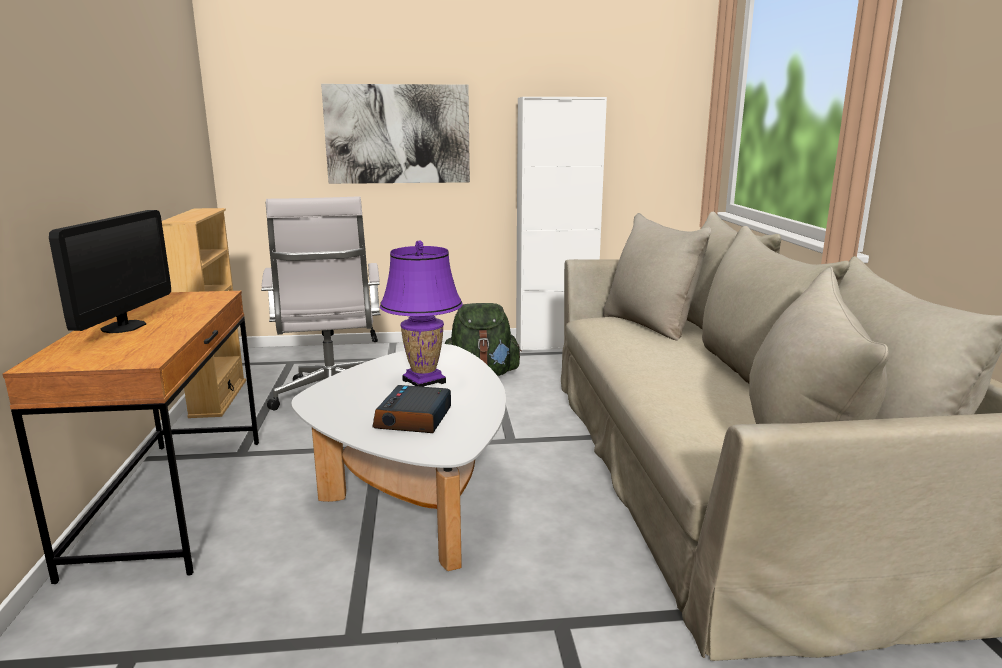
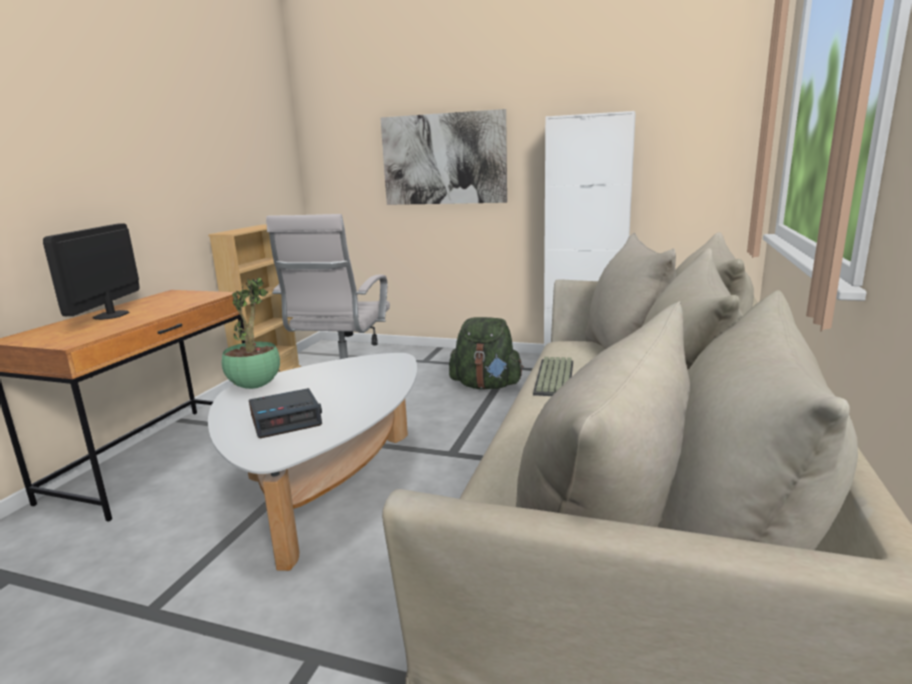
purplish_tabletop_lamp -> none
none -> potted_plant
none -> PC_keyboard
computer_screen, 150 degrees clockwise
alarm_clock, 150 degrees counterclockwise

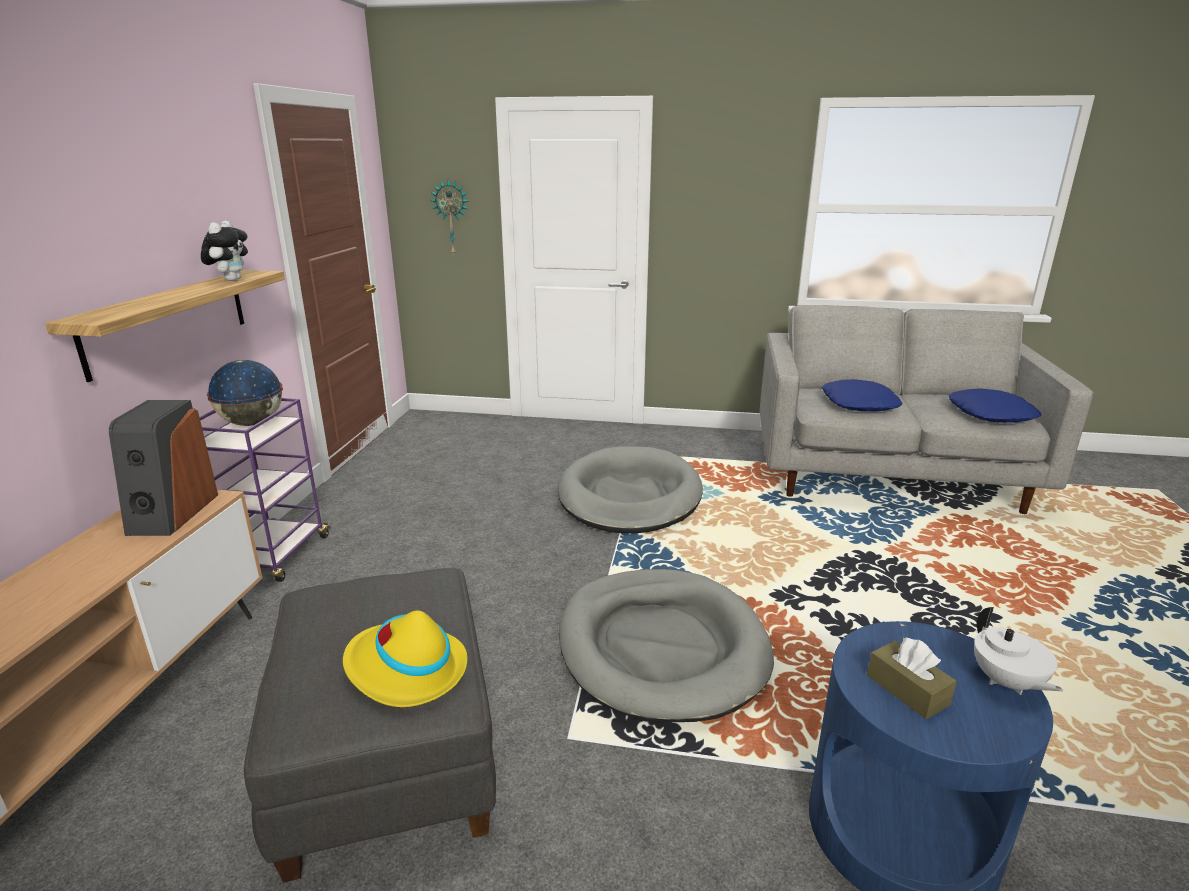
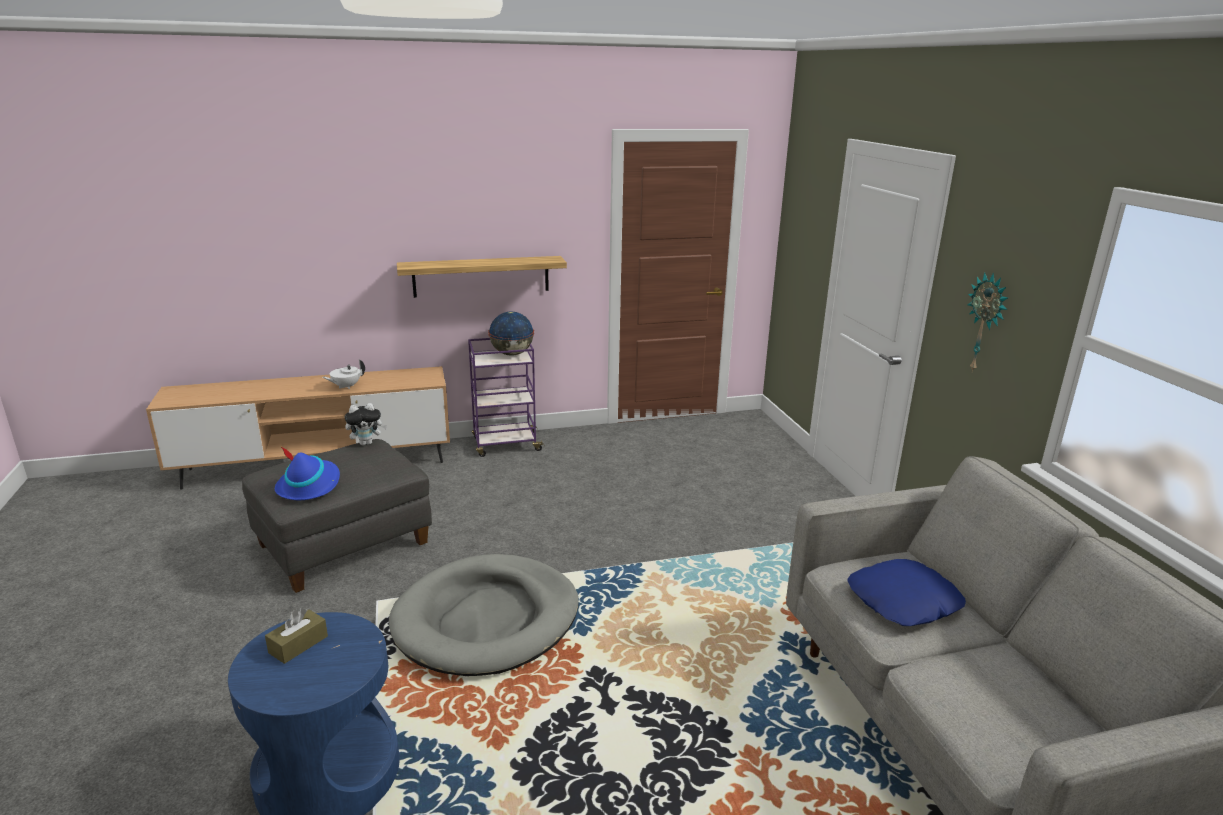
loudspeaker -> none
gray_pet_bed (1st from left) -> none
blue_throw_pillow (2nd from left) -> none
cuddly_toy, moved
wall_clock, moved
white-coloured_teapot, moved
yellow-coloured_clothing_hat -> blue_clothing_hat

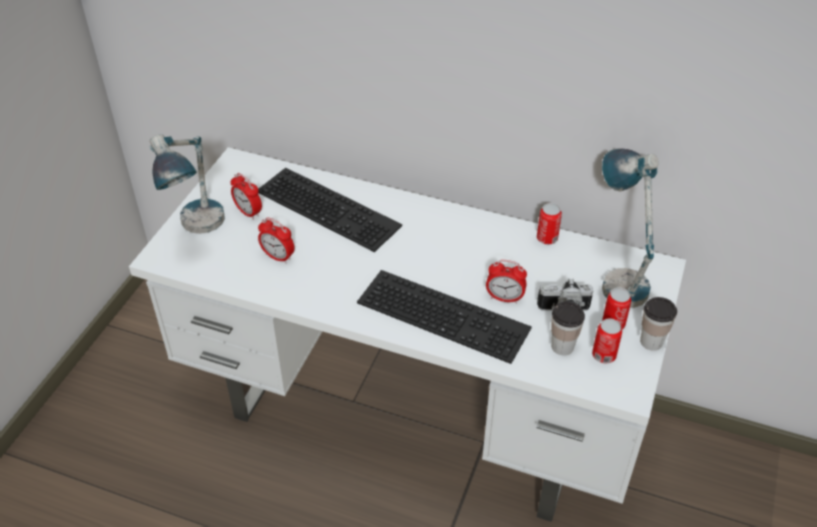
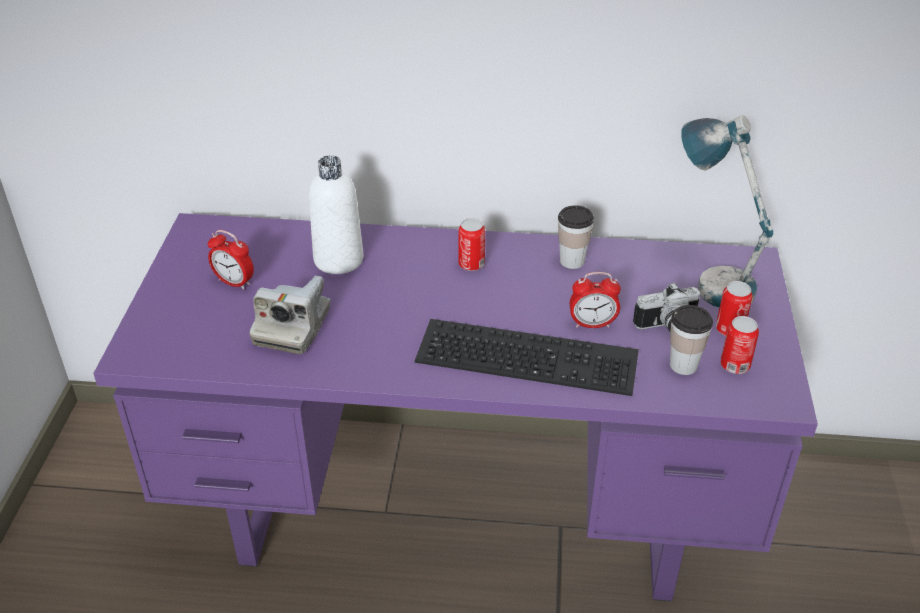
tabletop_lamp (1st from left) -> none
metal_can (1st from left), moved
drinking_cup (2nd from left in the first image) -> drinking_cup (1st from left), moved
PC_keyboard (1st from left) -> white-coloured_bottle
alarm_clock (2nd from left) -> still_camera (1st from left)
white-coloured_desk_unit -> purplish_desk_unit

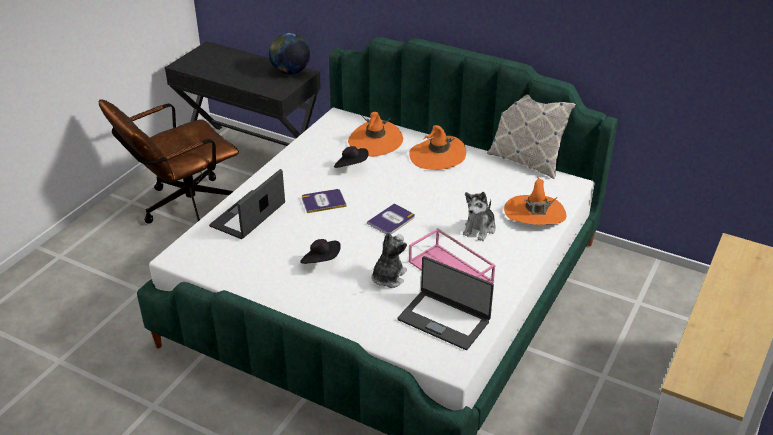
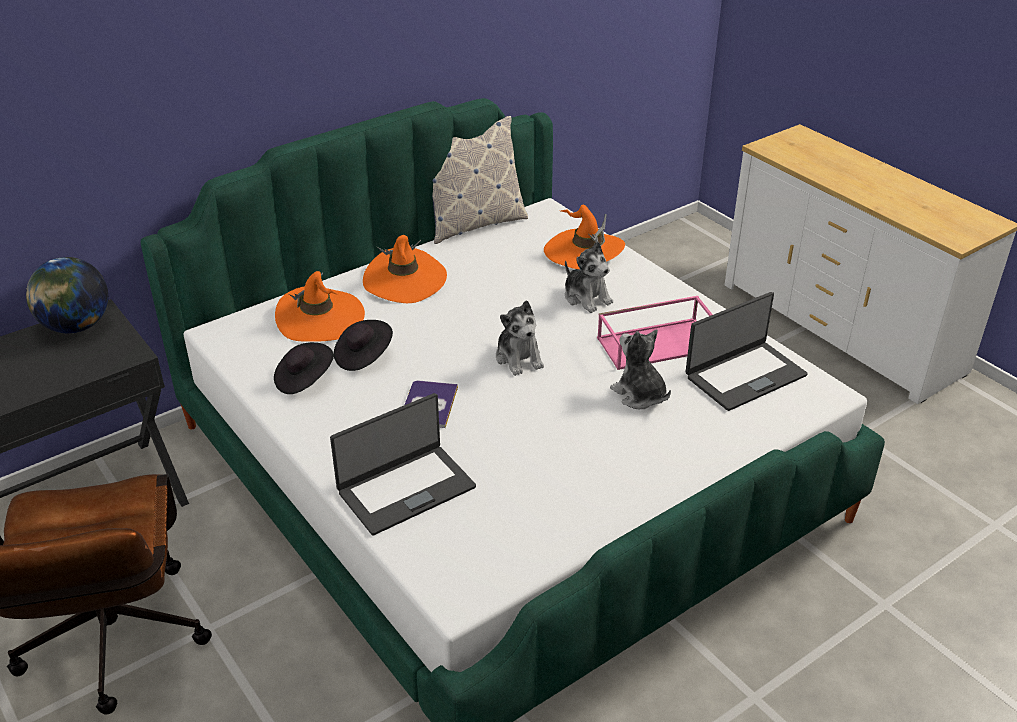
blackish_clothing_hat (1st from left), moved
book (2nd from left) -> cuddly_toy (1st from left)
laptop (1st from left), 90 degrees counterclockwise

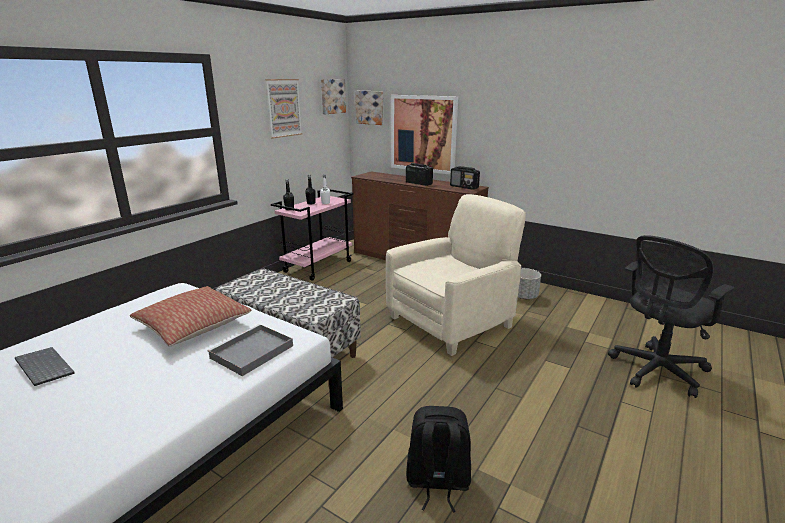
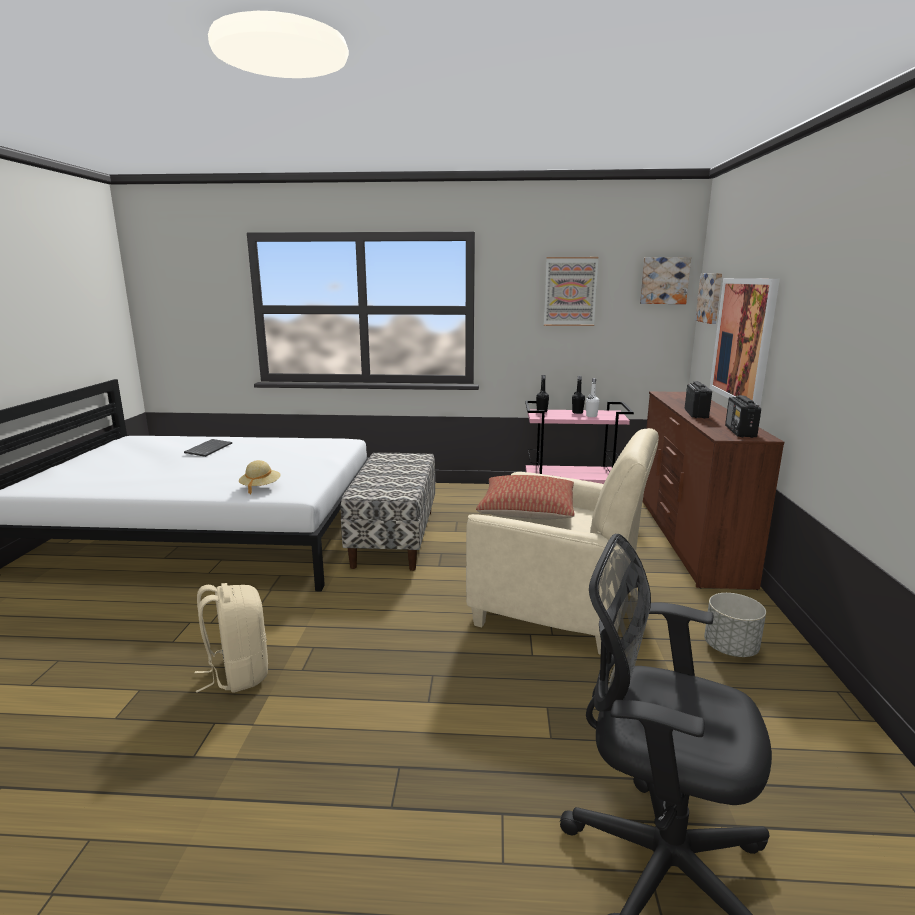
throw_pillow, moved
gray_serving_tray -> beige_clothing_hat
blackish_backpack -> beige_backpack

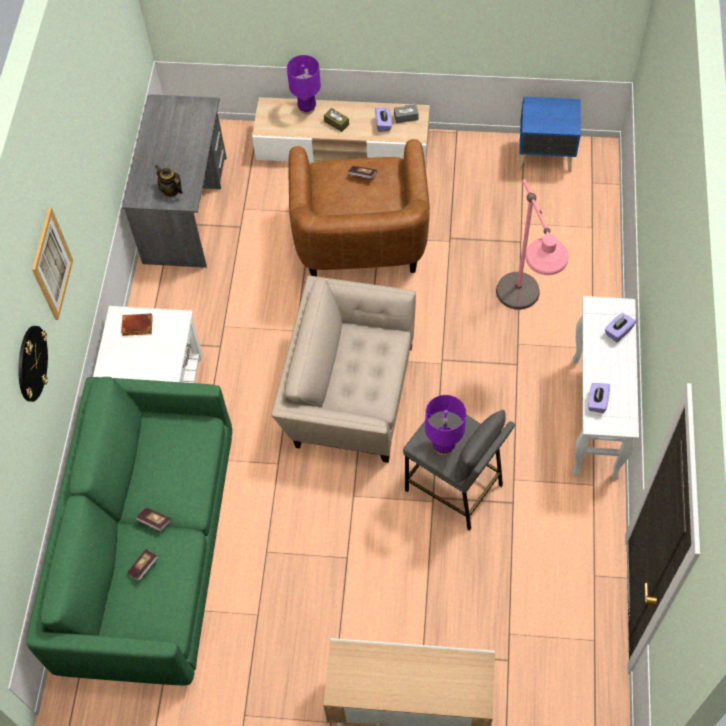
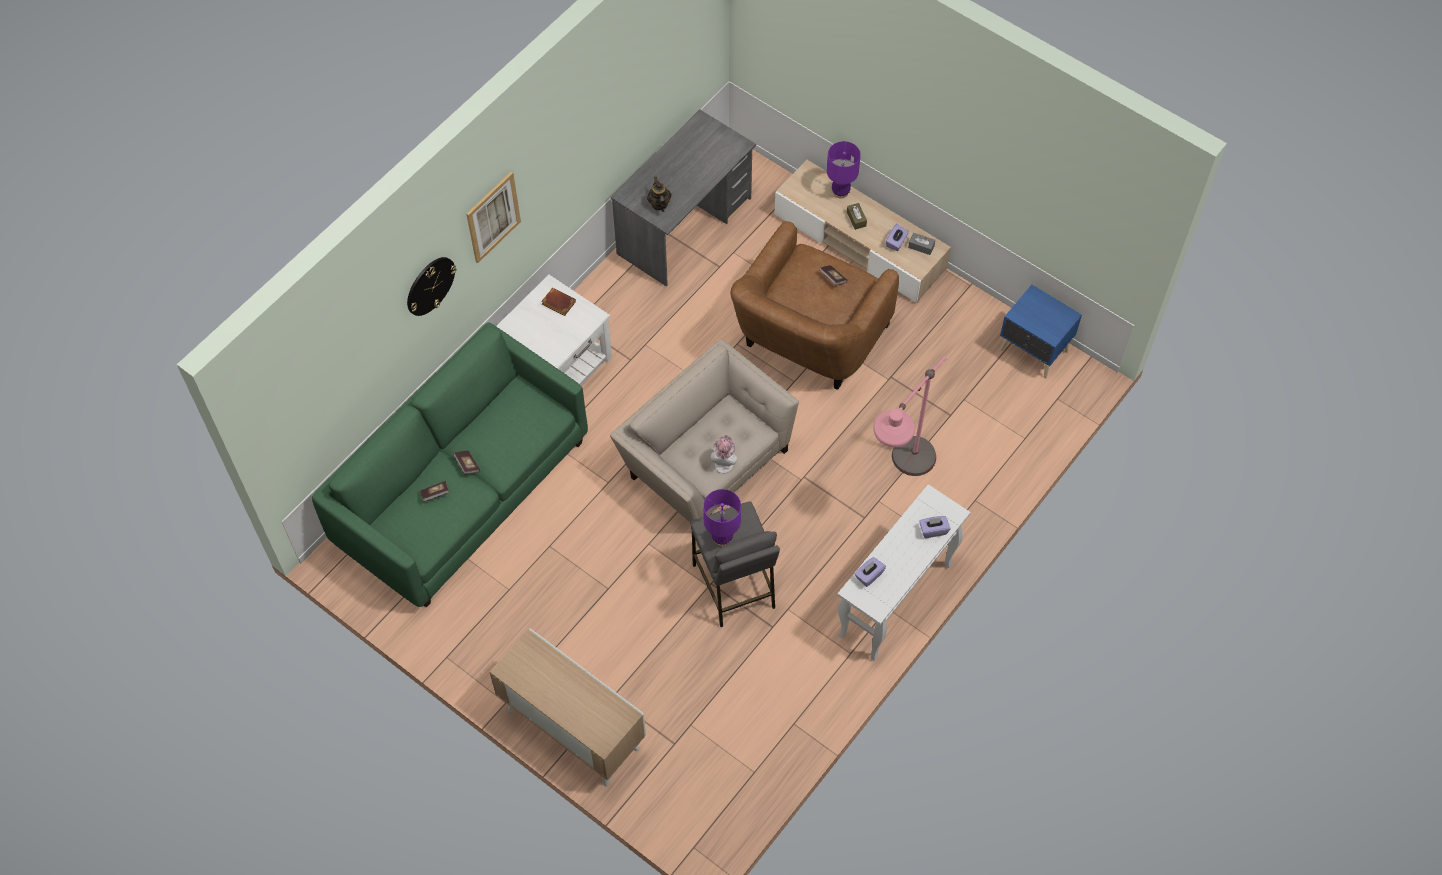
none -> clothing_hat

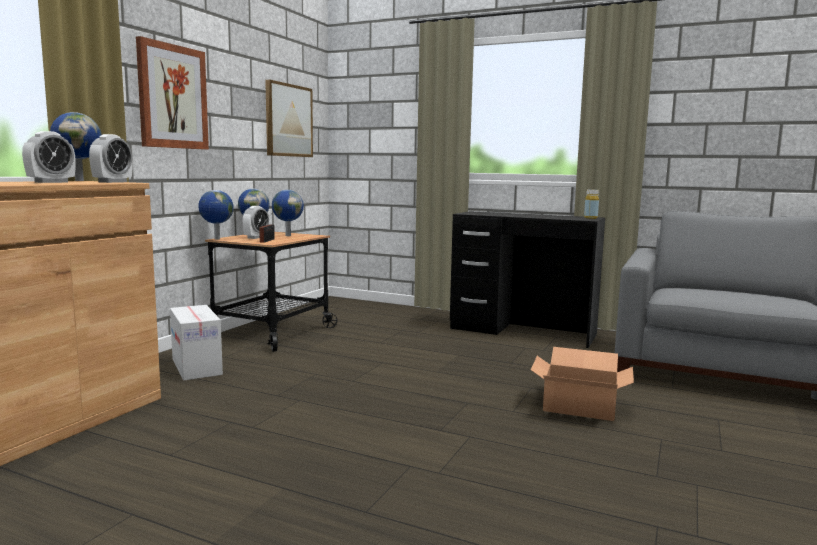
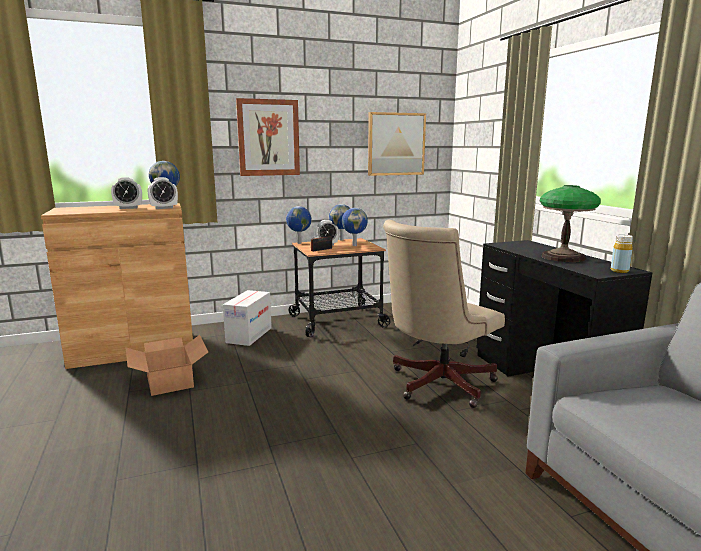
none -> beige_office_chair
none -> tabletop_lamp
carton (2nd from left in the first image) -> carton (1st from left), moved

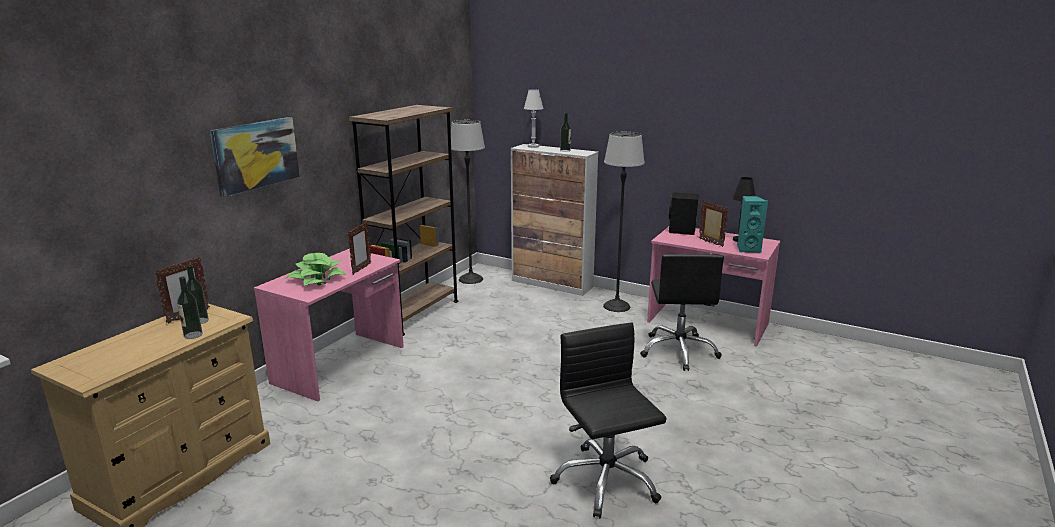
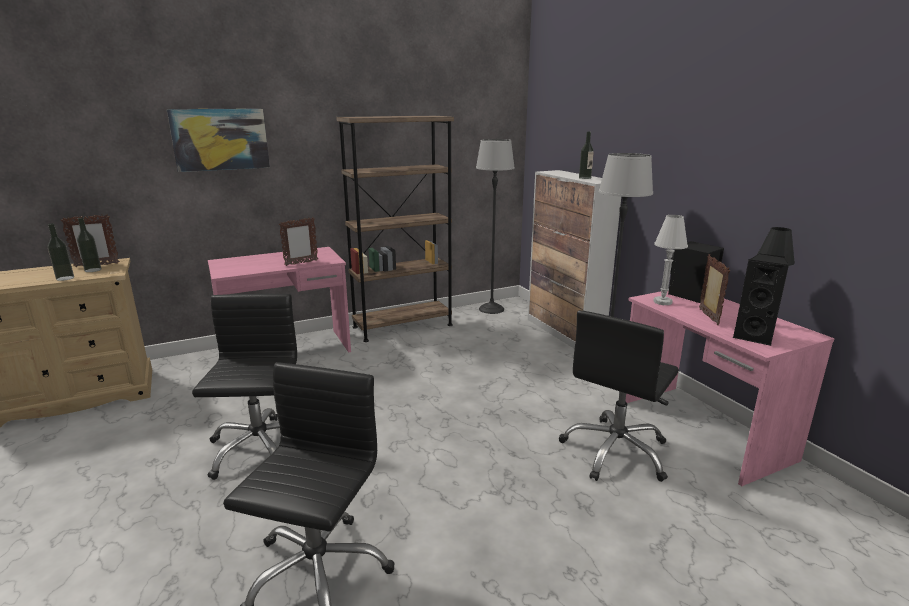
potted_plant -> none
none -> blackish_office_chair (1st from left)
white-coloured_tabletop_lamp, moved
blue-green_loudspeaker -> blackish_loudspeaker (2nd from left)

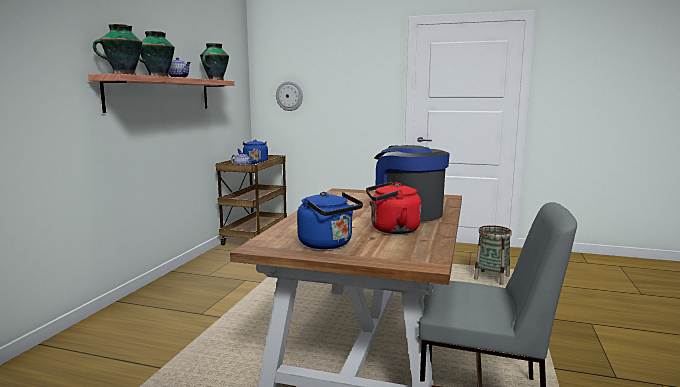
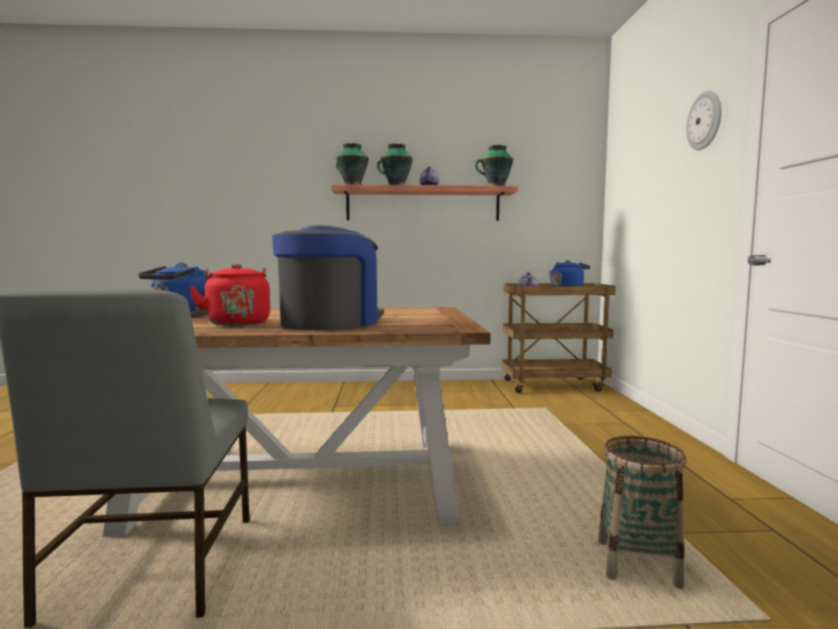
wall_clock, moved

